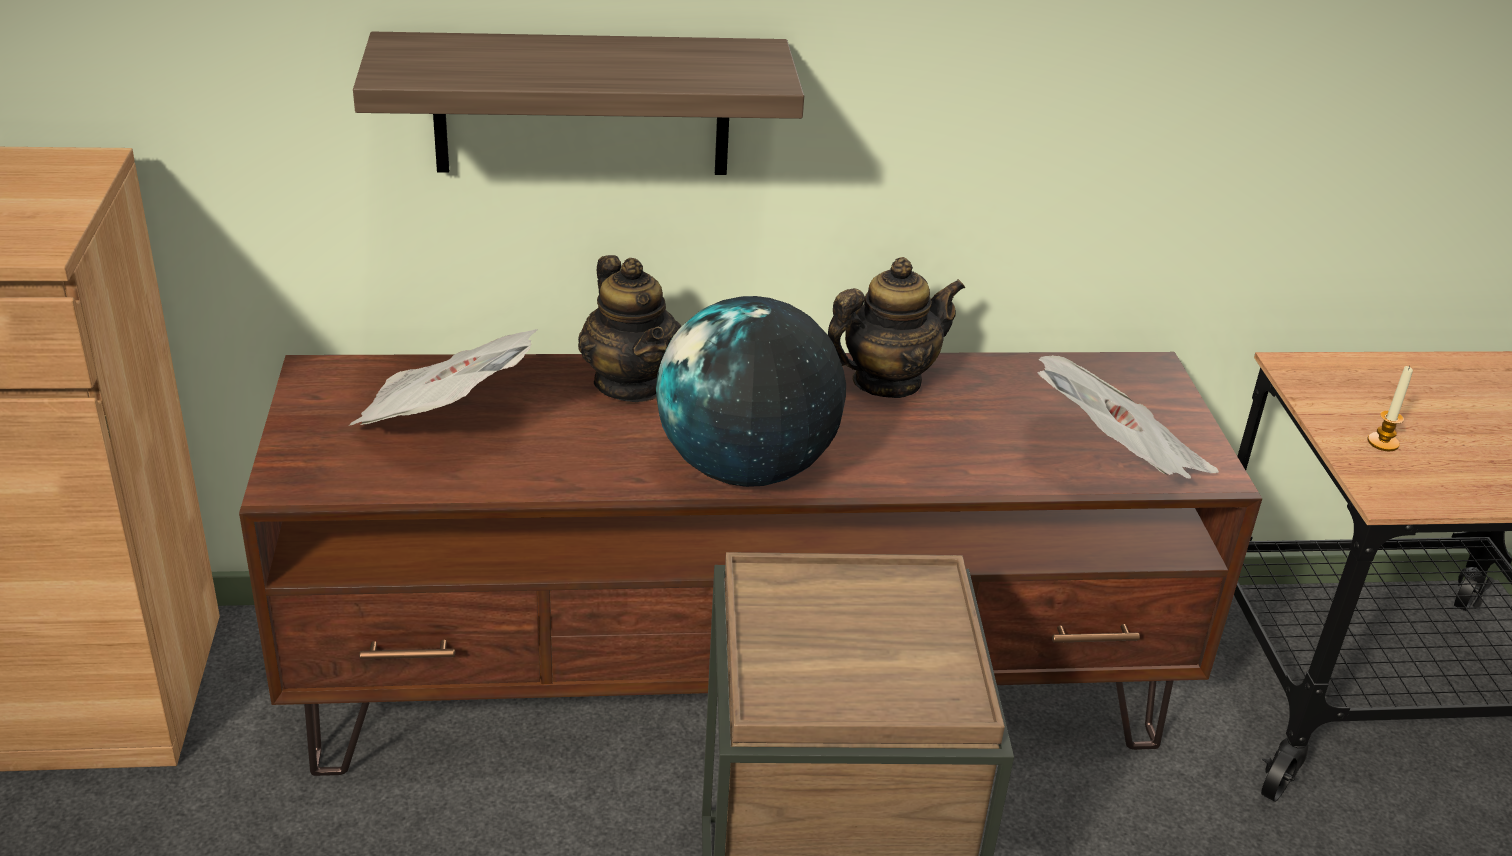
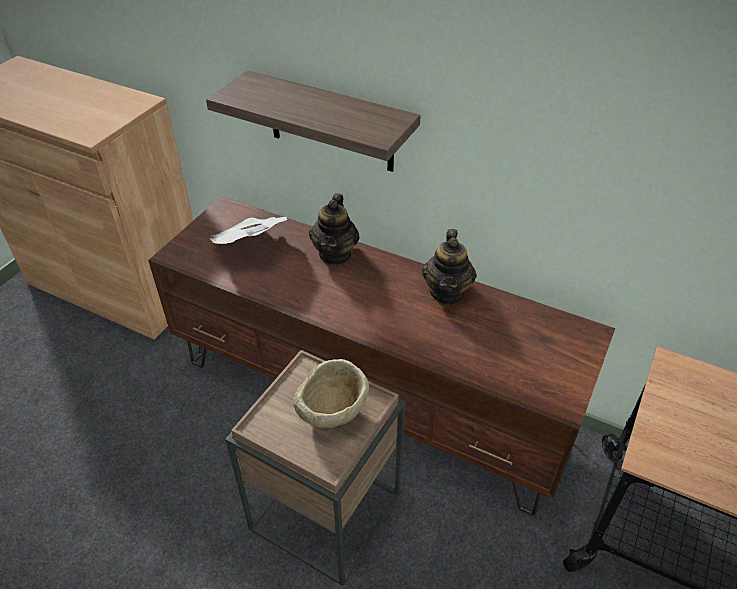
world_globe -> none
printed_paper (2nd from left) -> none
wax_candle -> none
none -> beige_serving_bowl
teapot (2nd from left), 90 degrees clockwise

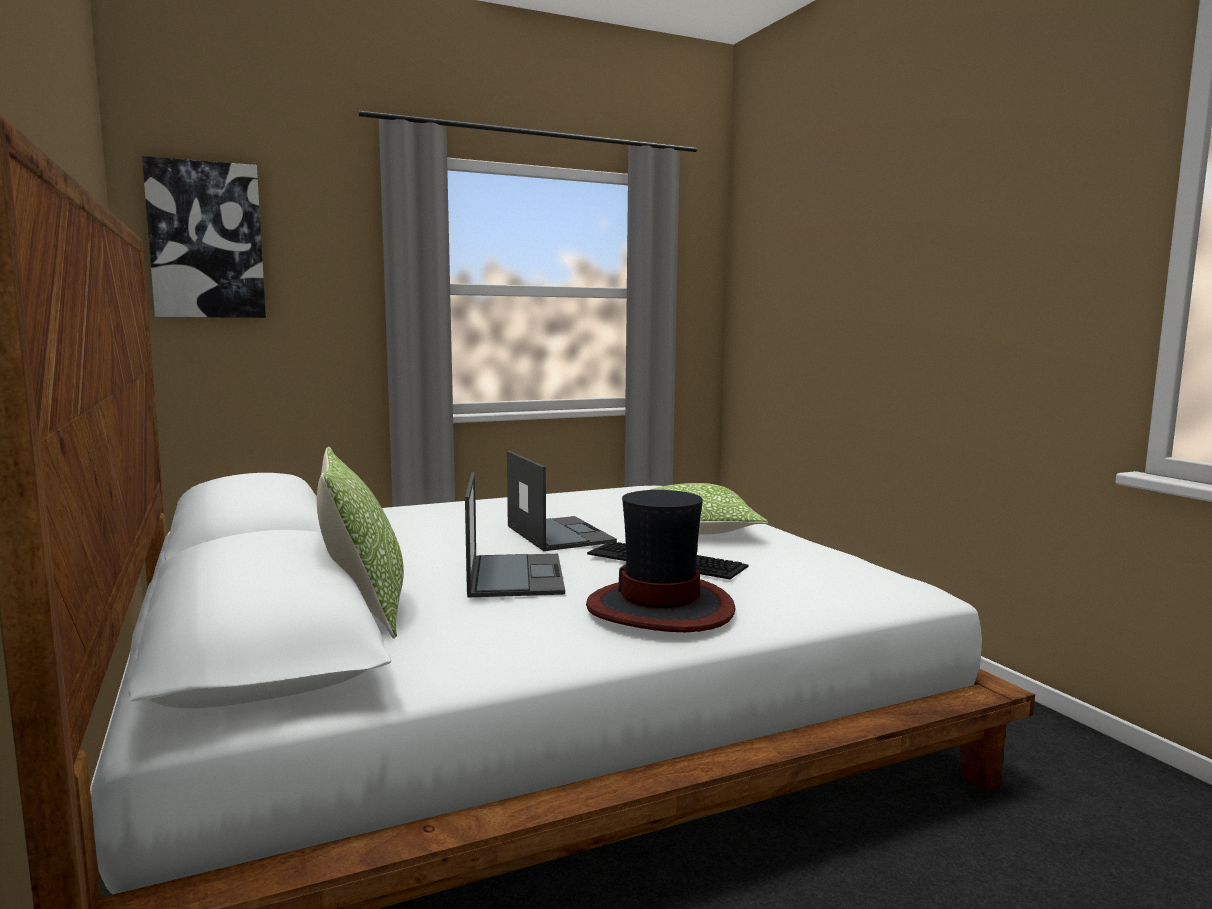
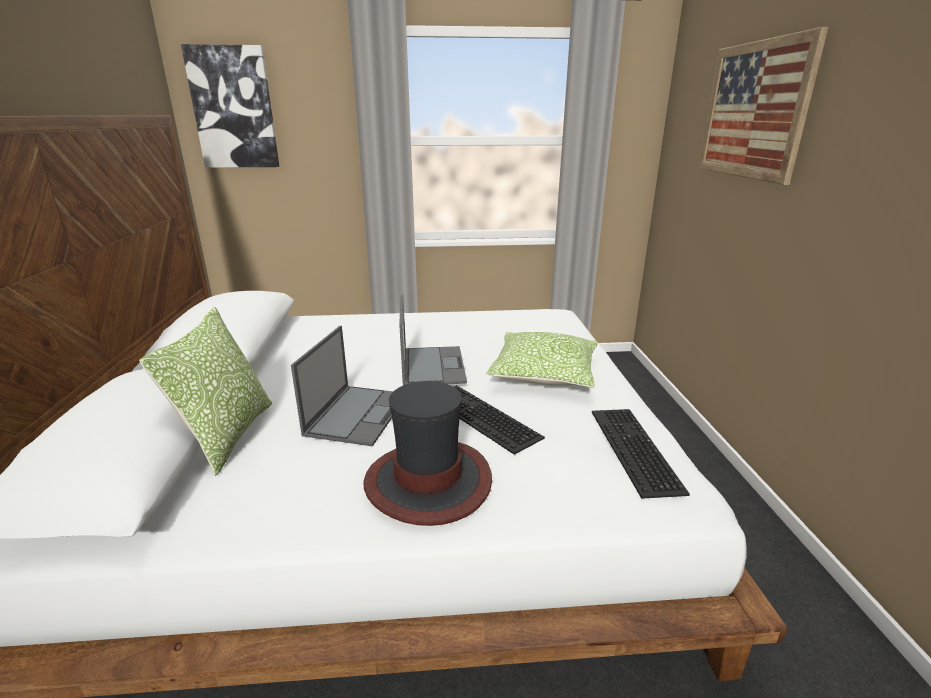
none -> PC_keyboard (2nd from left)
none -> wall_picture (2nd from left)

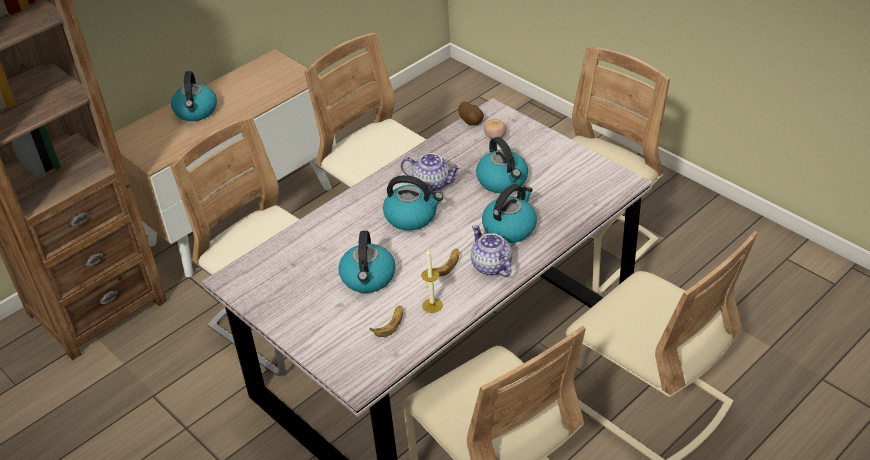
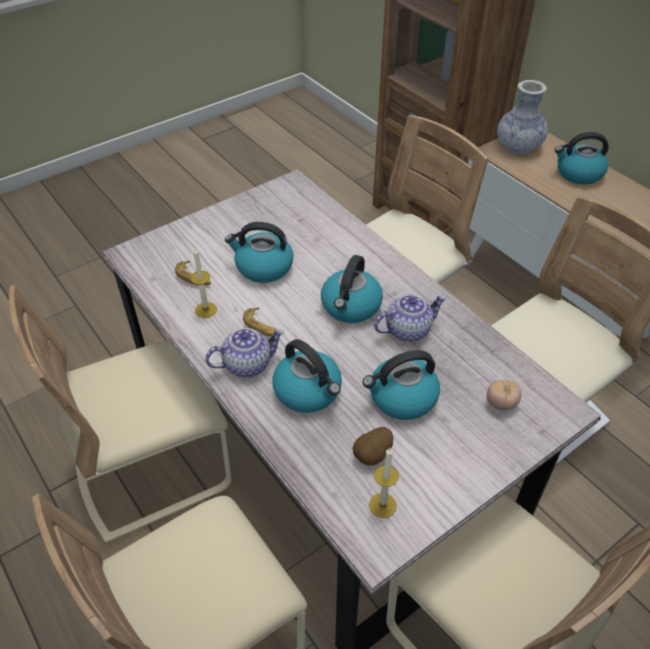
none -> wax_candle (2nd from left)
none -> decorative_vase
potato, moved
teapot (1st from left in the first image) -> teapot (2nd from left), 135 degrees counterclockwise

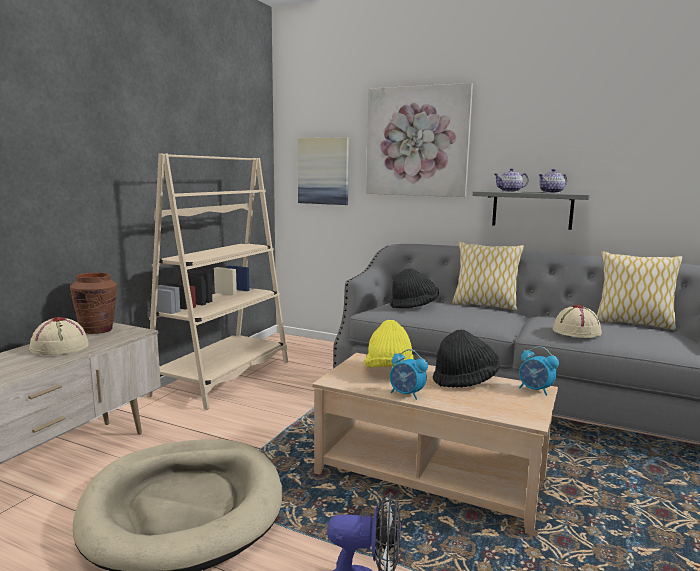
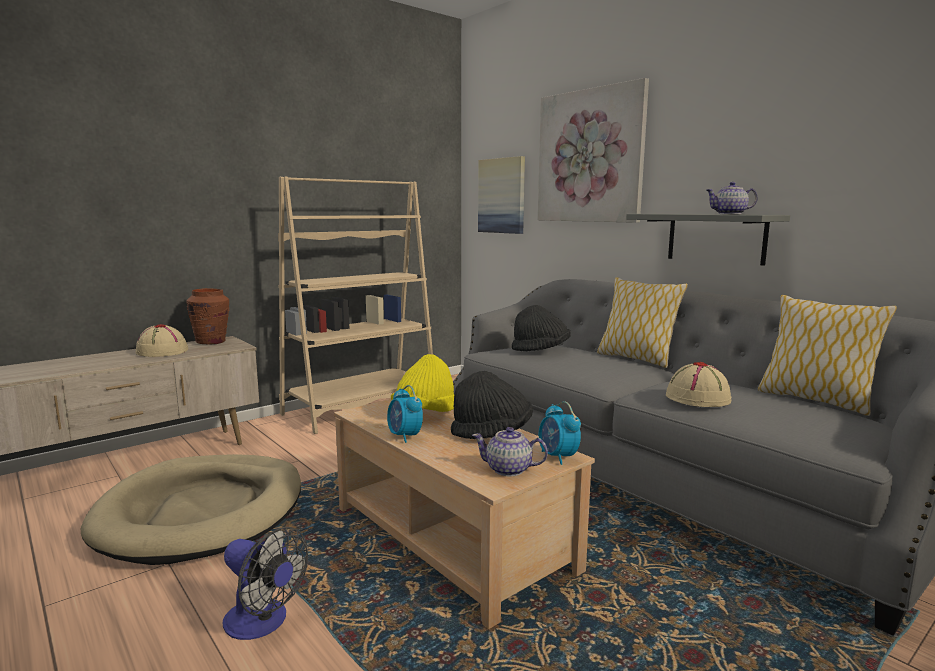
teapot (1st from left), moved

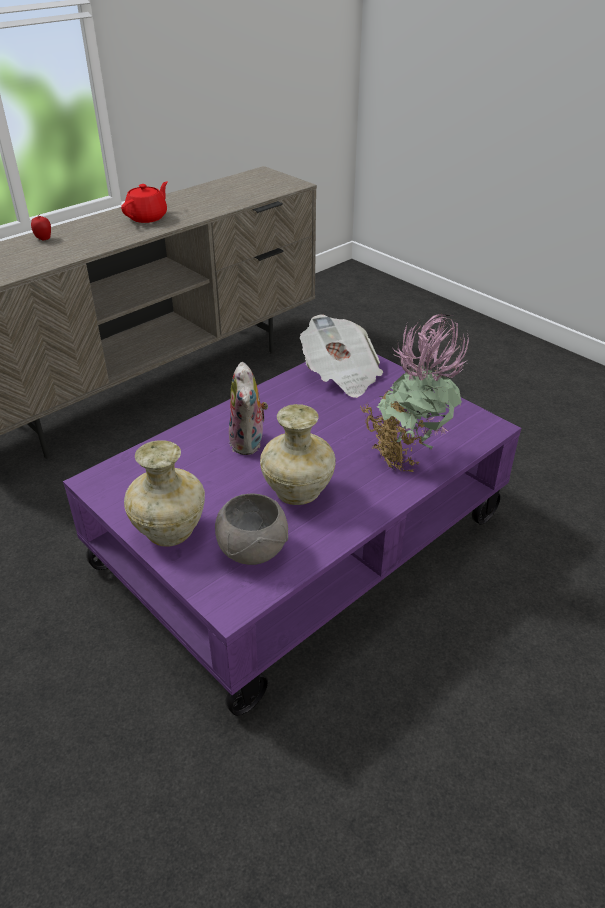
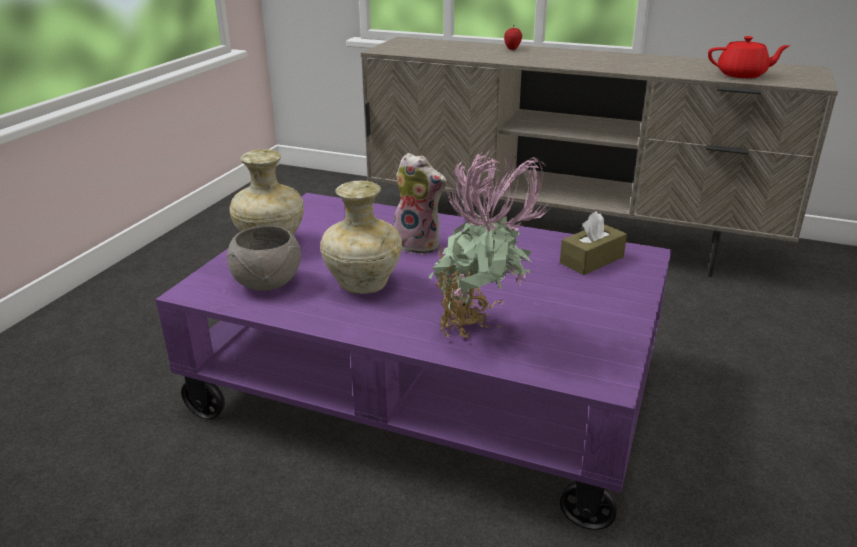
red-coloured_teapot, moved
printed_paper -> brownish_tissue_box
cuddly_toy, 120 degrees counterclockwise

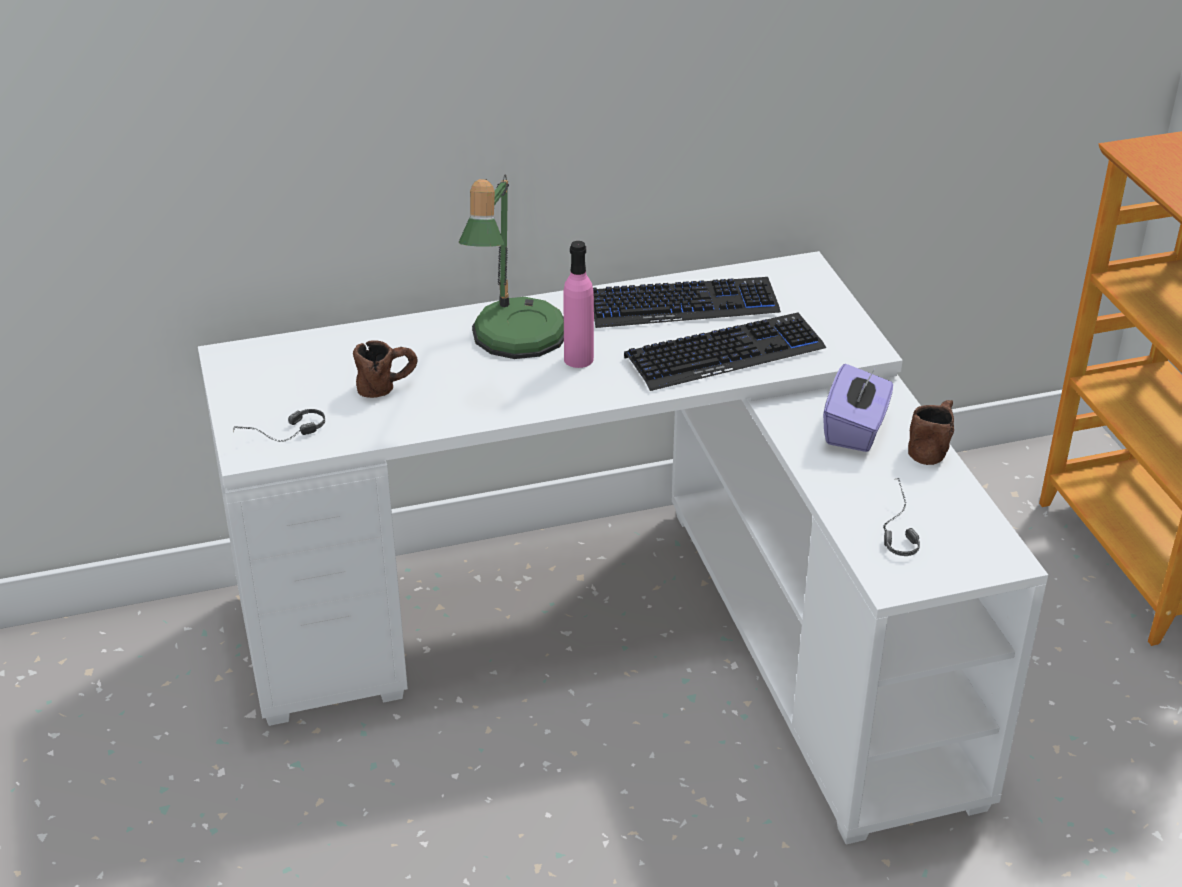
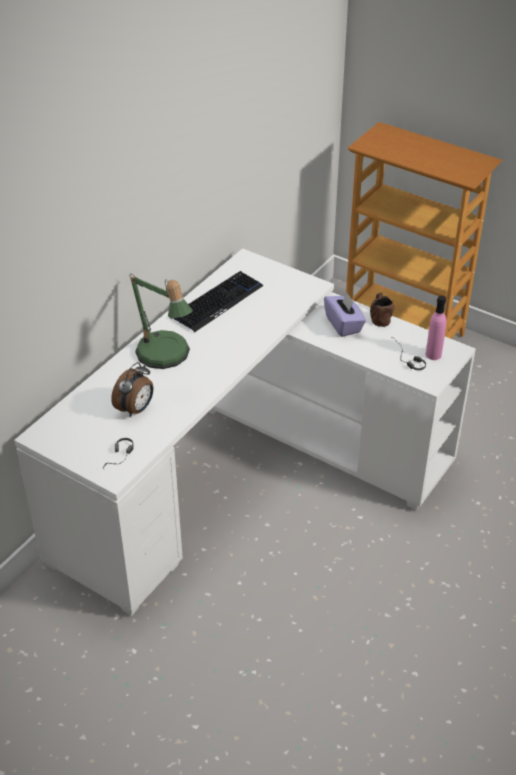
PC_keyboard (2nd from left) -> none
pink_bottle, moved
brownish_mug (1st from left) -> alarm_clock

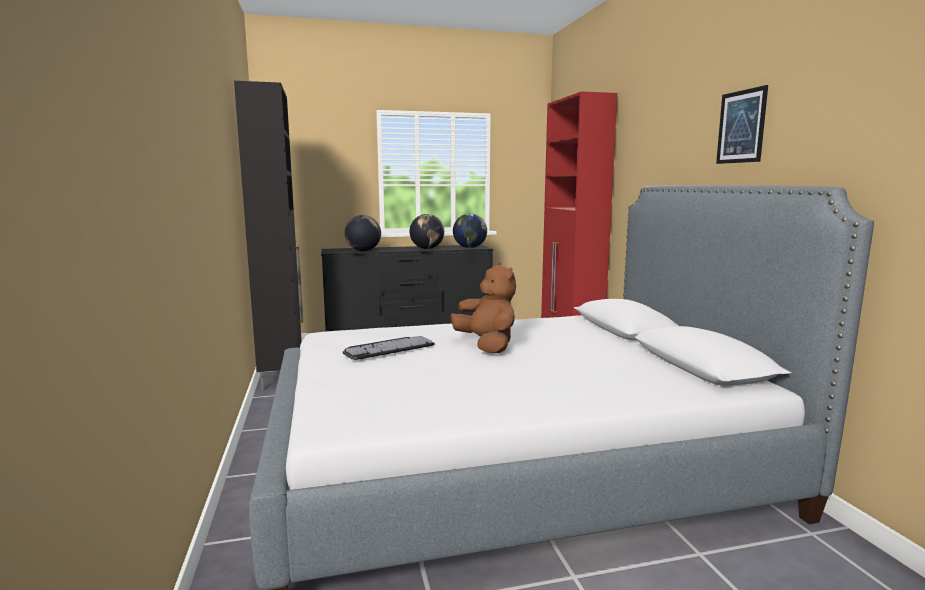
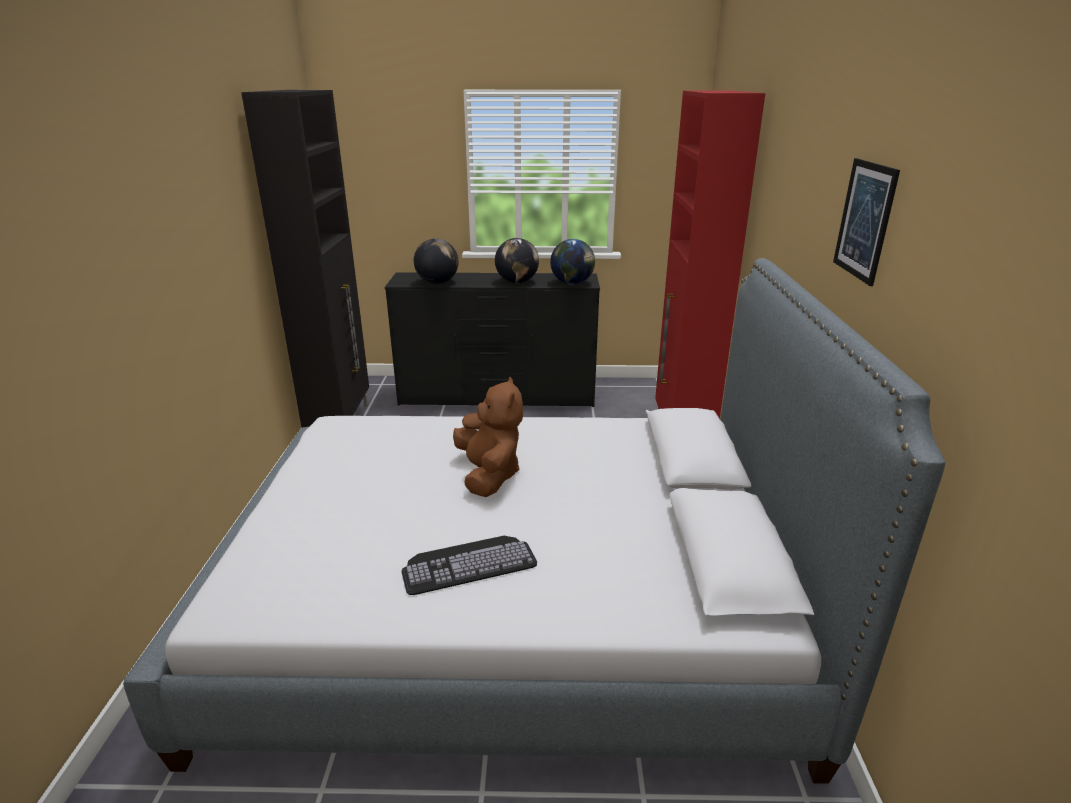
PC_keyboard, moved

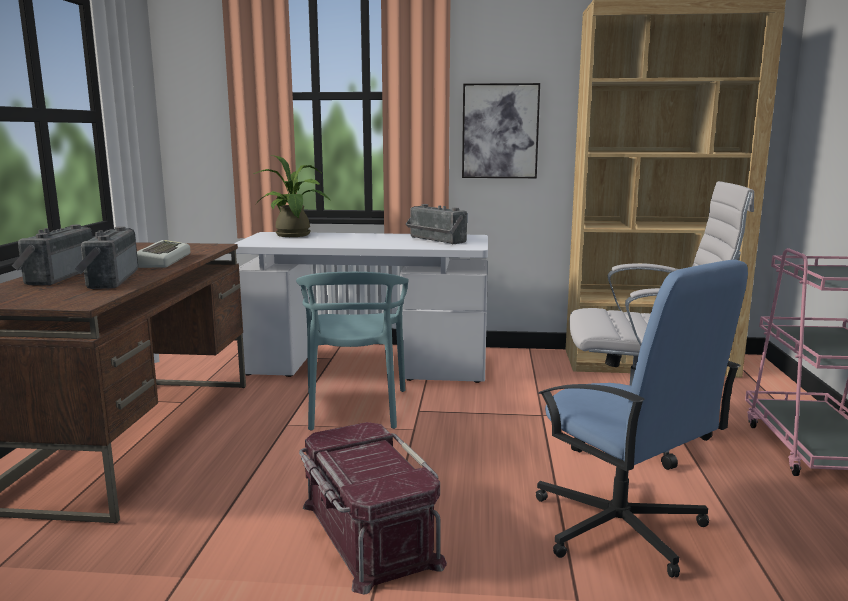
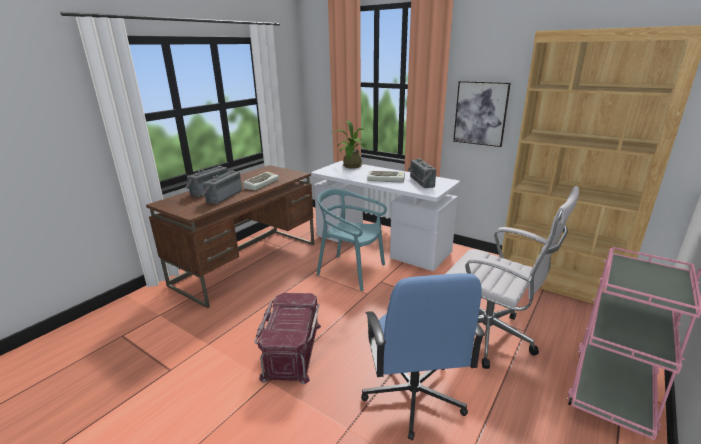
none -> PC_keyboard (2nd from left)
blue-green_plain_chair, 90 degrees clockwise

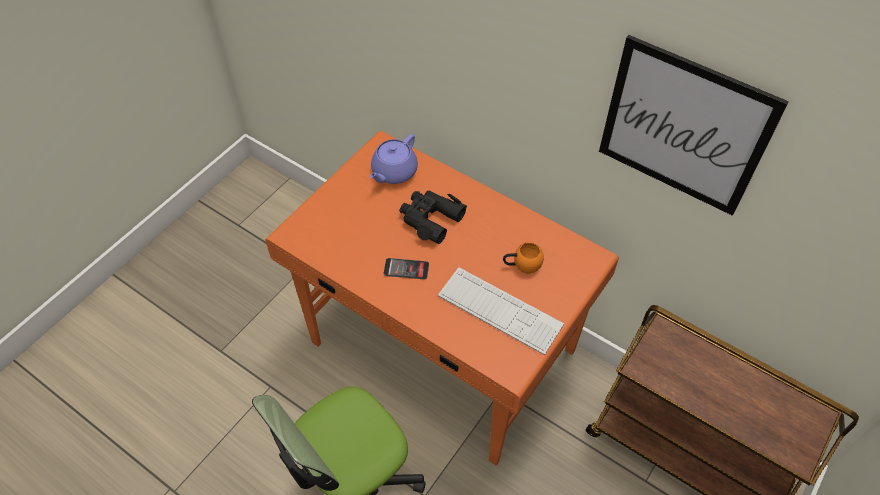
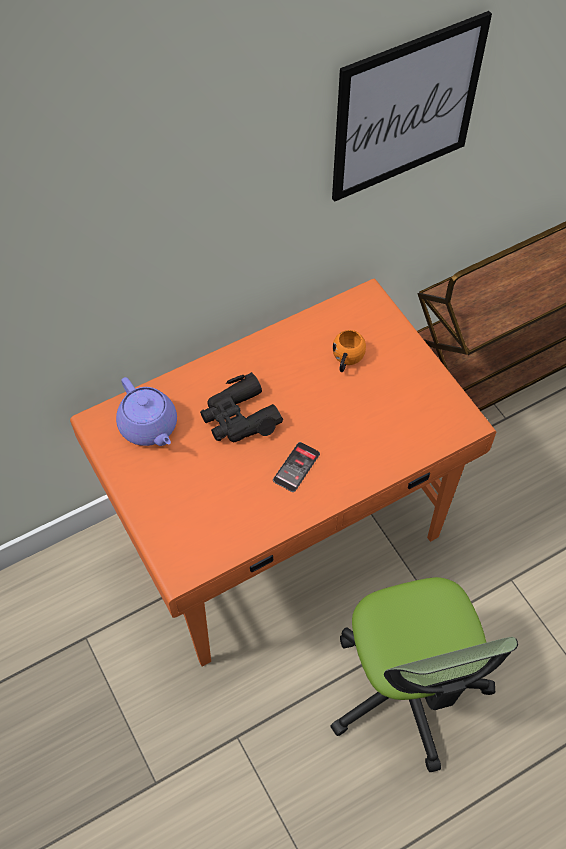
PC_keyboard -> none

